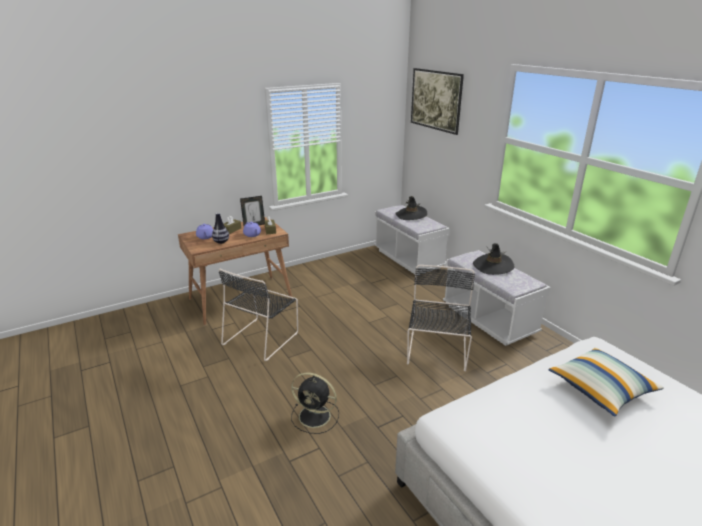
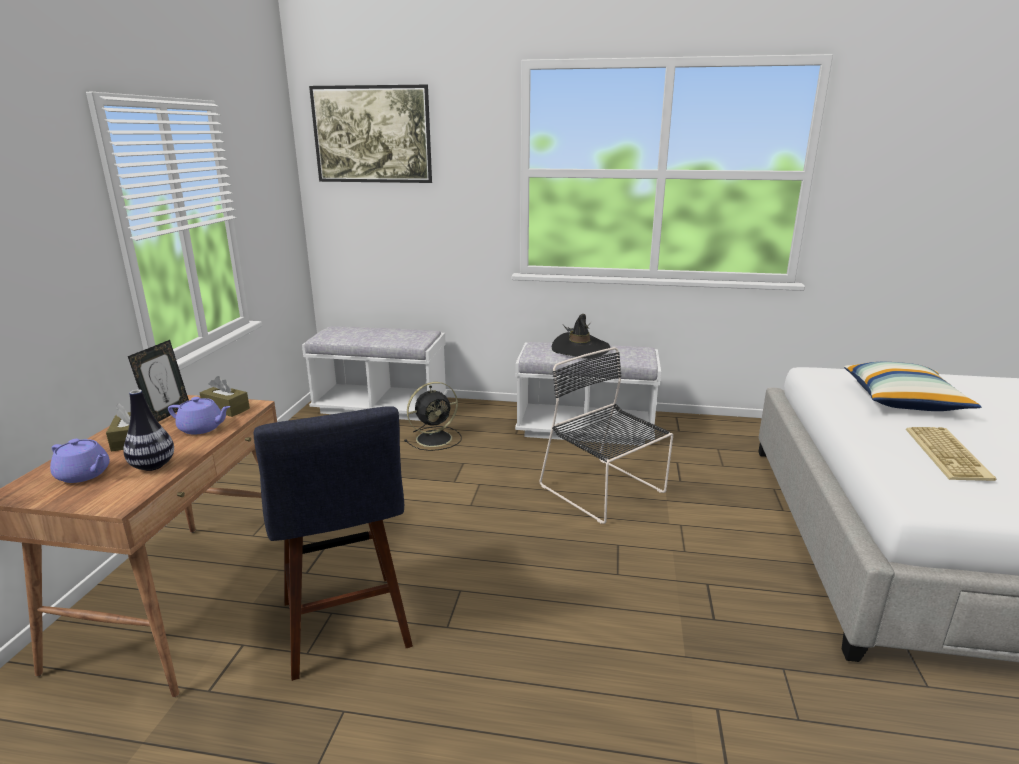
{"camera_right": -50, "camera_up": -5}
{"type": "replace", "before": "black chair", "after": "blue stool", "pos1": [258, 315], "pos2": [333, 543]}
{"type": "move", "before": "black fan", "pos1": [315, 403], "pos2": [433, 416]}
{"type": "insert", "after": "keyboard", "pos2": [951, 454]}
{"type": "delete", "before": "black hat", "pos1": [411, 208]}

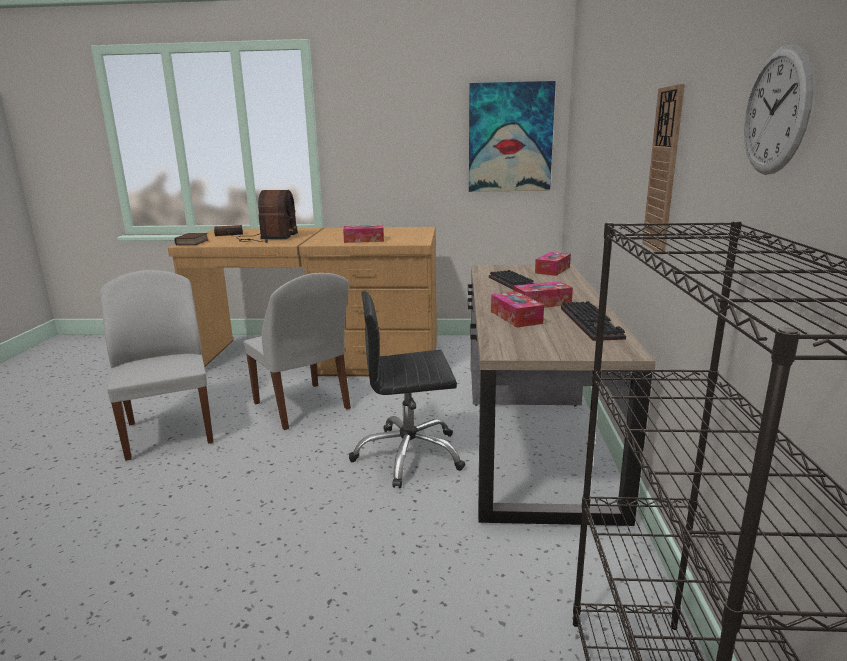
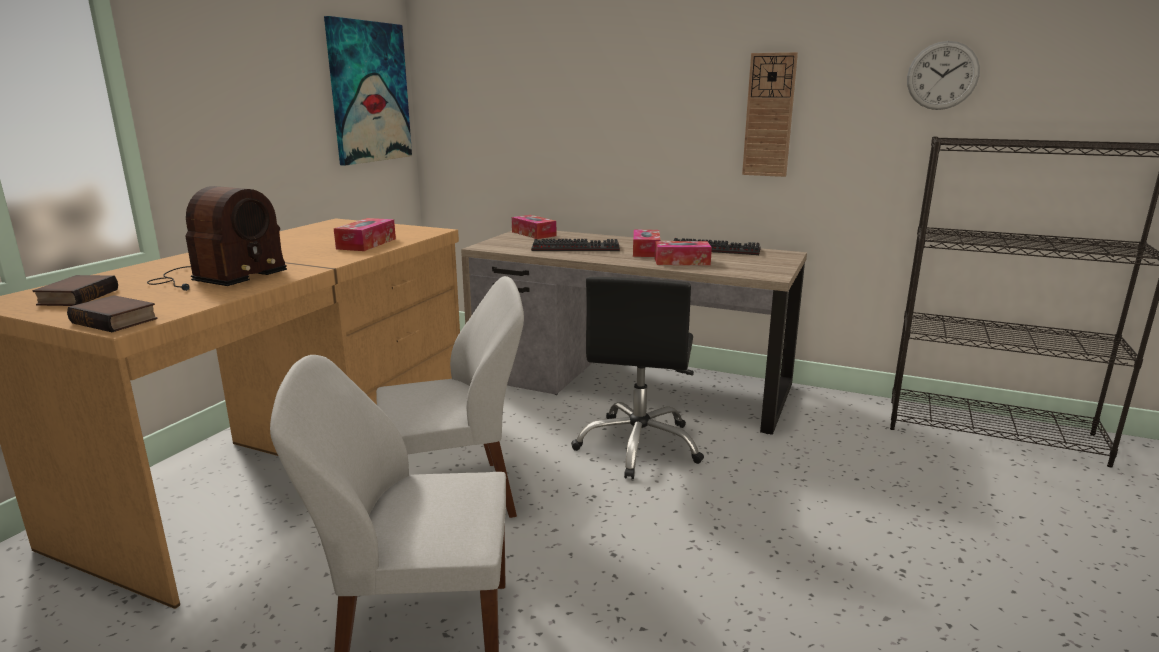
{"camera_right": -70, "camera_up": 0}
{"type": "rotate", "before": "radio", "pos1": [267, 216], "pos2": [217, 238], "turn": 90}

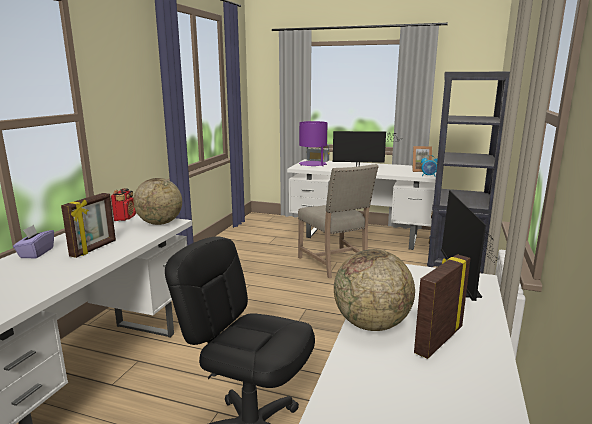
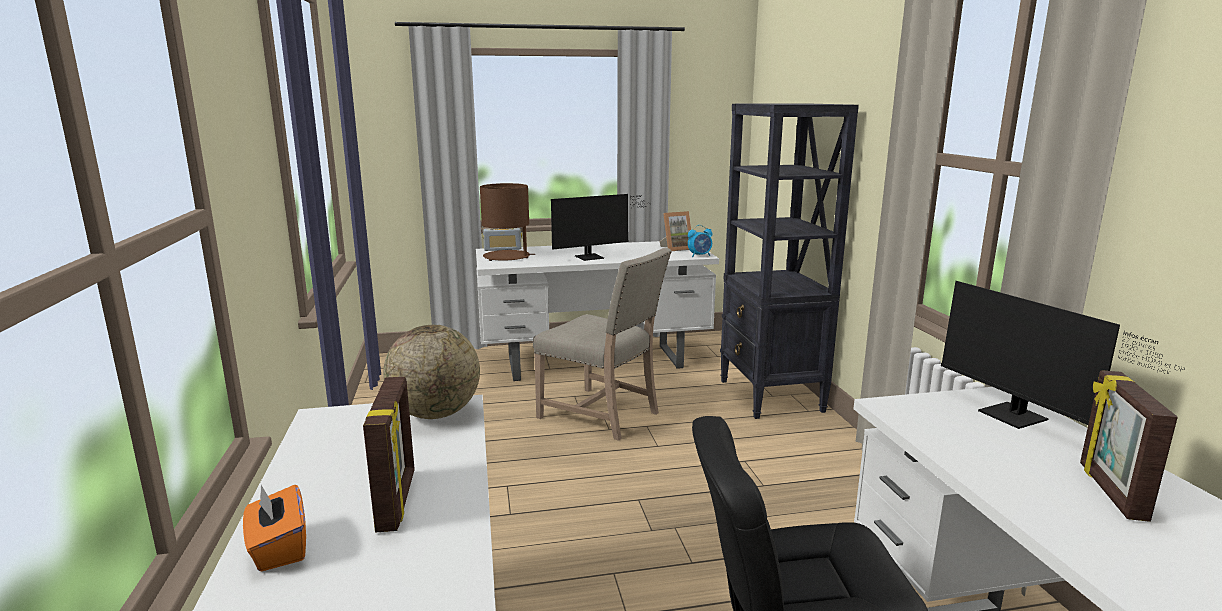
{"camera_right": -30, "camera_up": 0}
{"type": "recolor", "before": "purple tissue box", "after": "orange tissue box", "pos1": [33, 241], "pos2": [274, 528]}
{"type": "recolor", "before": "purple table lamp", "after": "brown table lamp", "pos1": [313, 143], "pos2": [507, 222]}
{"type": "delete", "before": "radio", "pos1": [123, 205]}
{"type": "delete", "before": "globe", "pos1": [374, 290]}

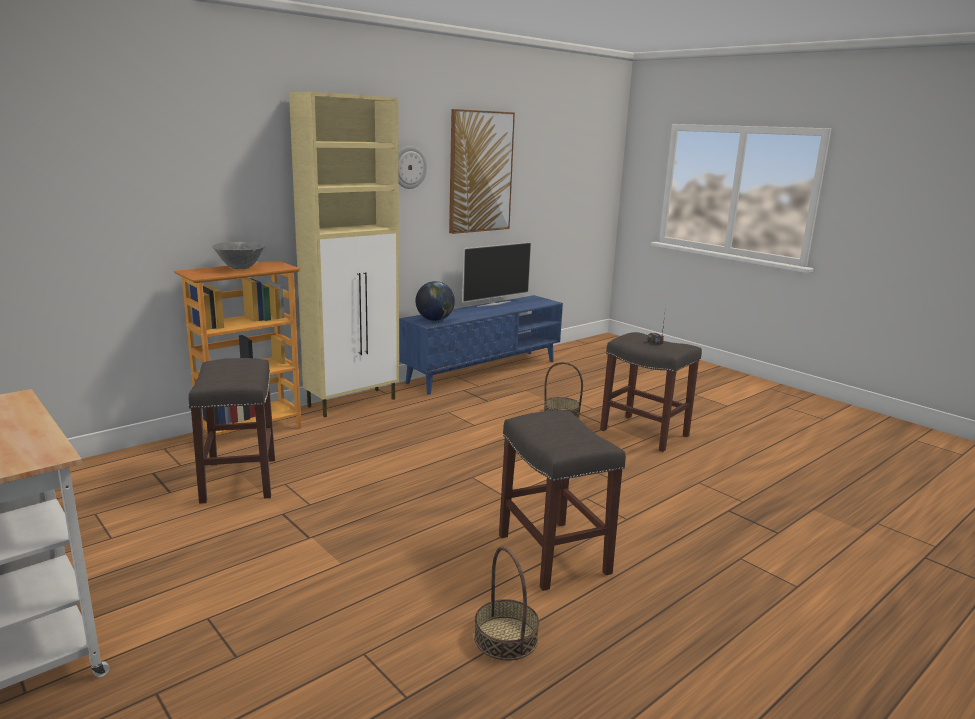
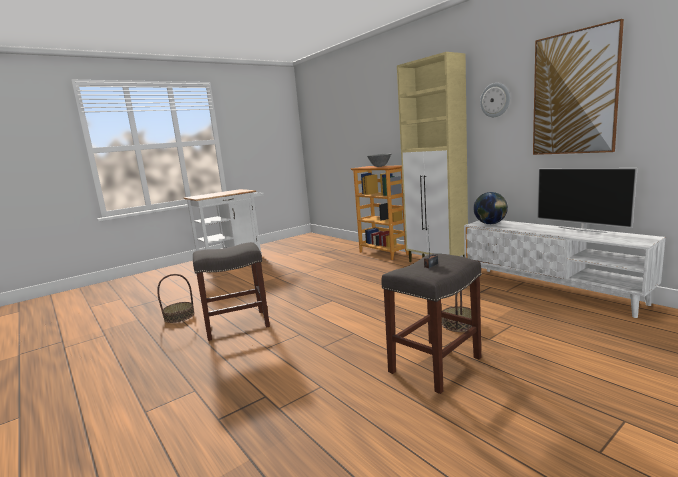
{"camera_right": 95, "camera_up": -5}
{"type": "recolor", "before": "blue tv stand", "after": "white tv stand", "pos1": [481, 344], "pos2": [565, 269]}
{"type": "delete", "before": "grey stool", "pos1": [231, 431]}

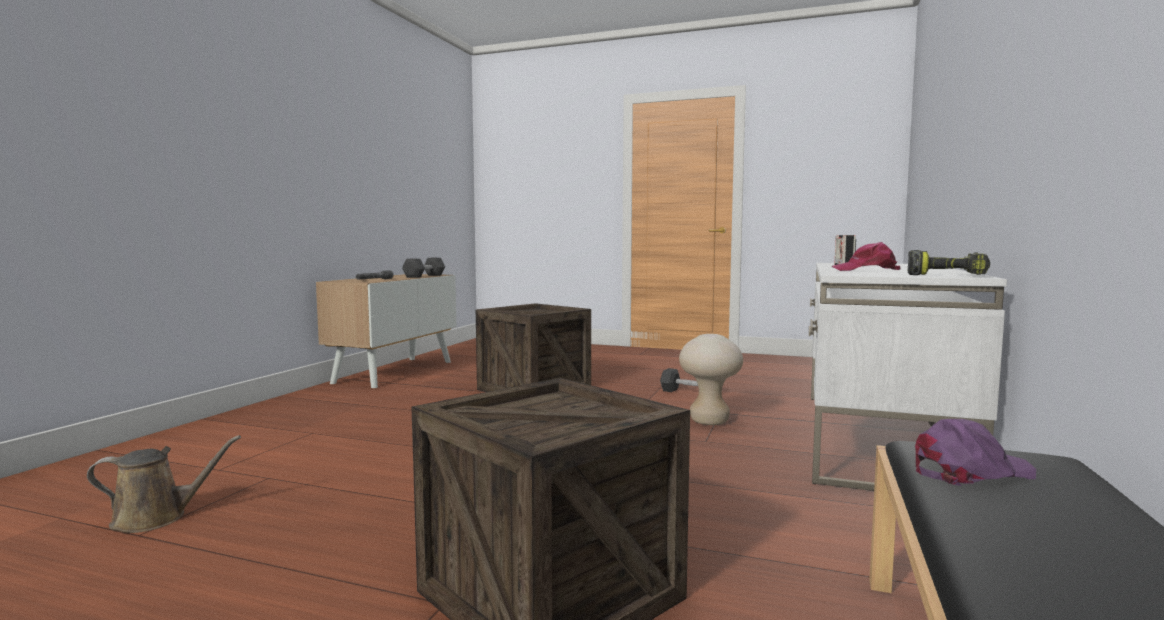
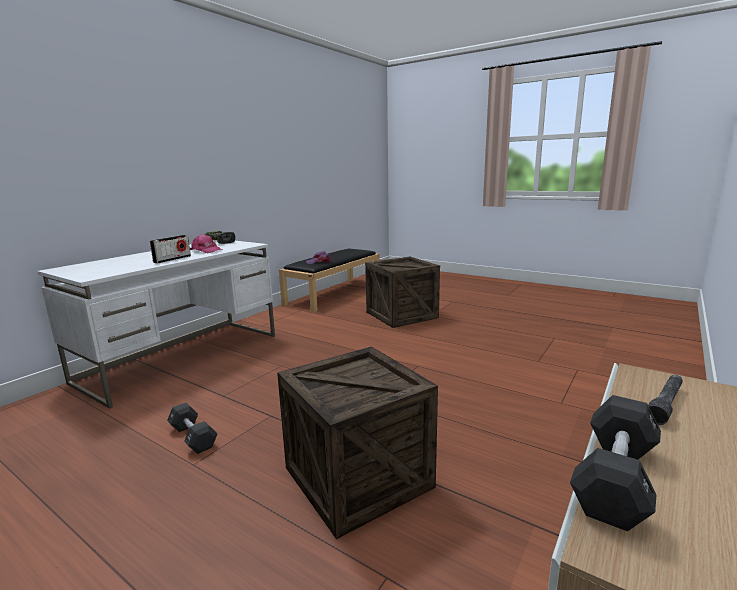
{"camera_right": -165, "camera_up": 10}
{"type": "delete", "before": "brown watering can", "pos1": [164, 484]}
{"type": "delete", "before": "beige stool", "pos1": [711, 379]}

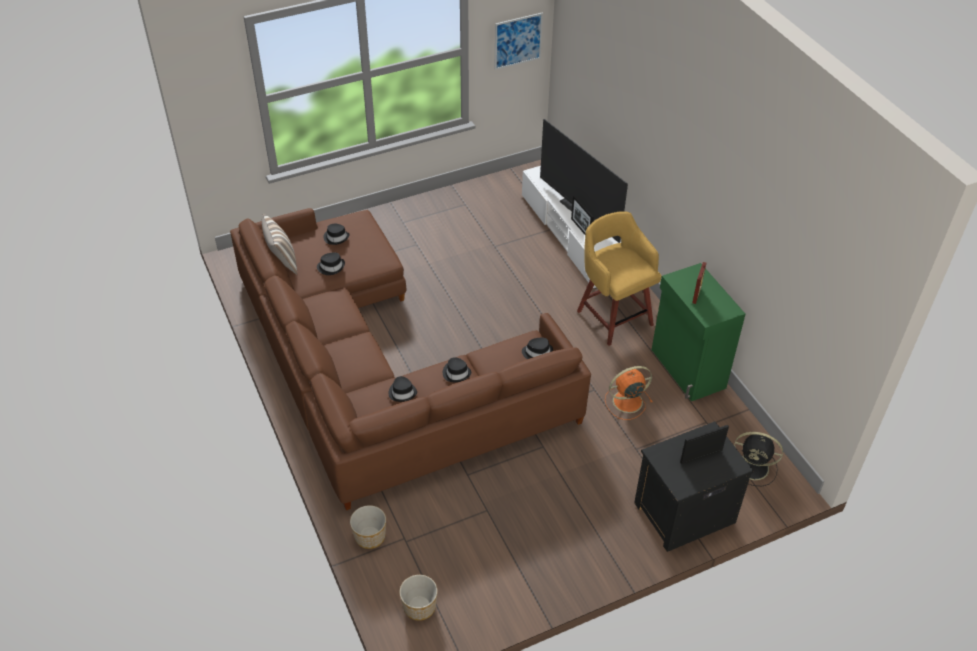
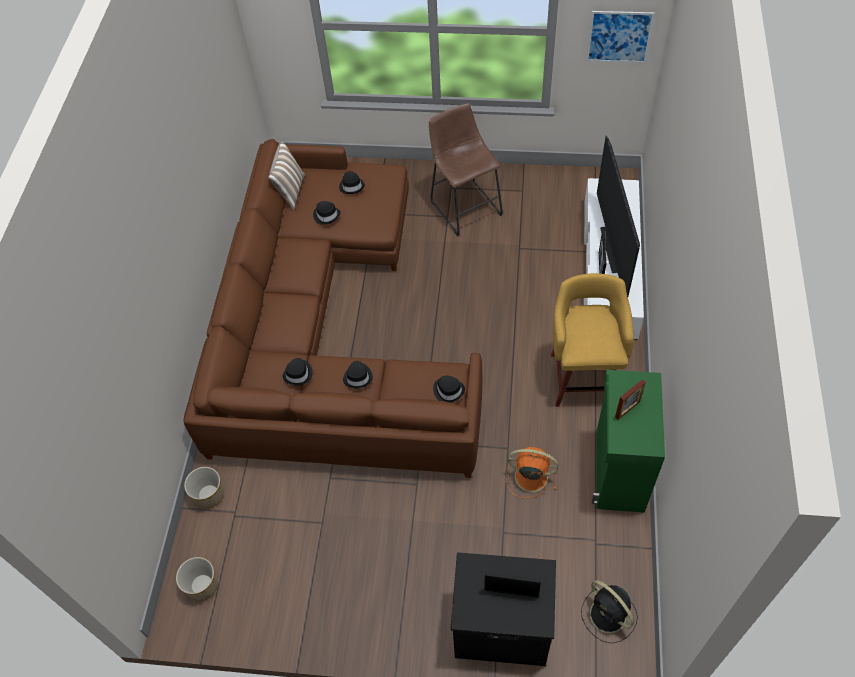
{"camera_right": 35, "camera_up": 10}
{"type": "insert", "after": "brown stool", "pos2": [466, 169]}

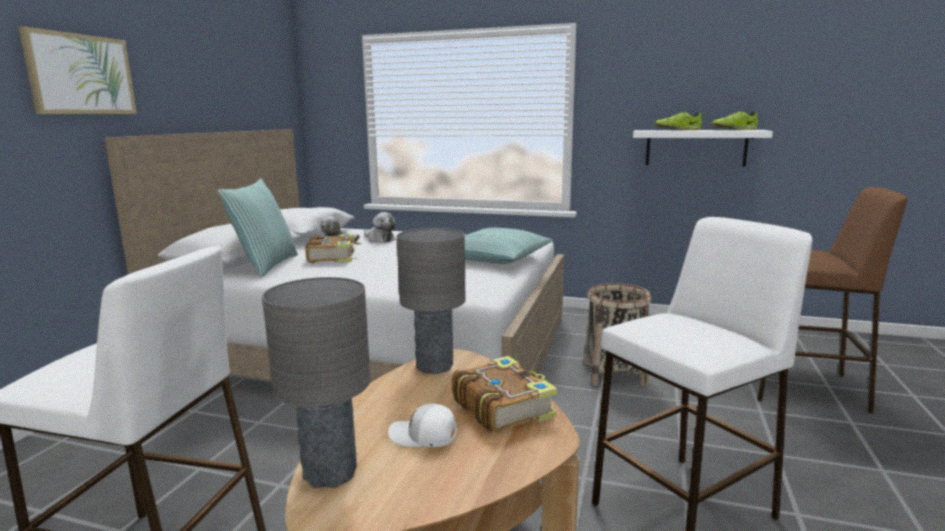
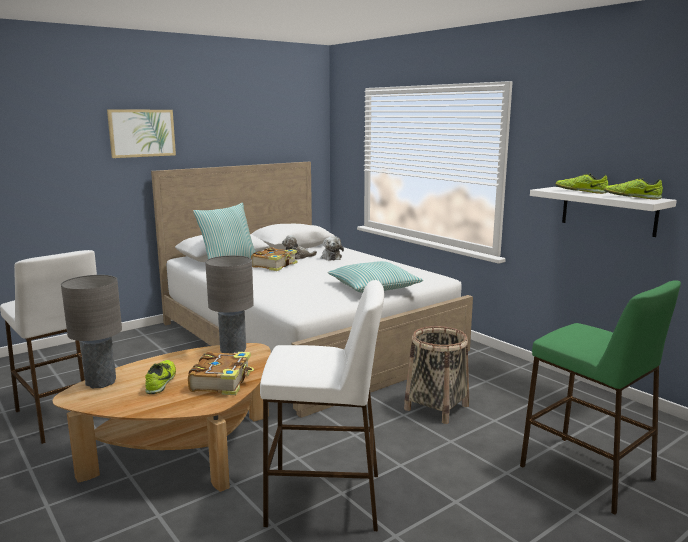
{"camera_right": 35, "camera_up": 0}
{"type": "replace", "before": "white cap", "after": "shoe", "pos1": [422, 425], "pos2": [160, 377]}
{"type": "recolor", "before": "brown stool", "after": "green stool", "pos1": [832, 300], "pos2": [600, 397]}

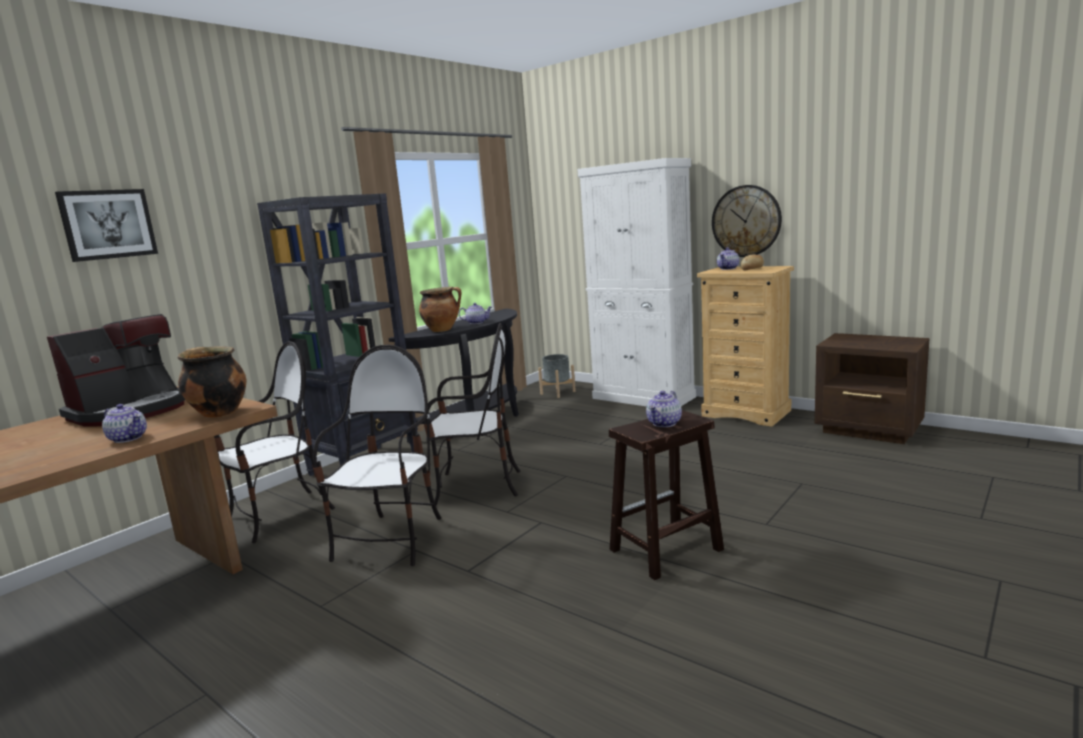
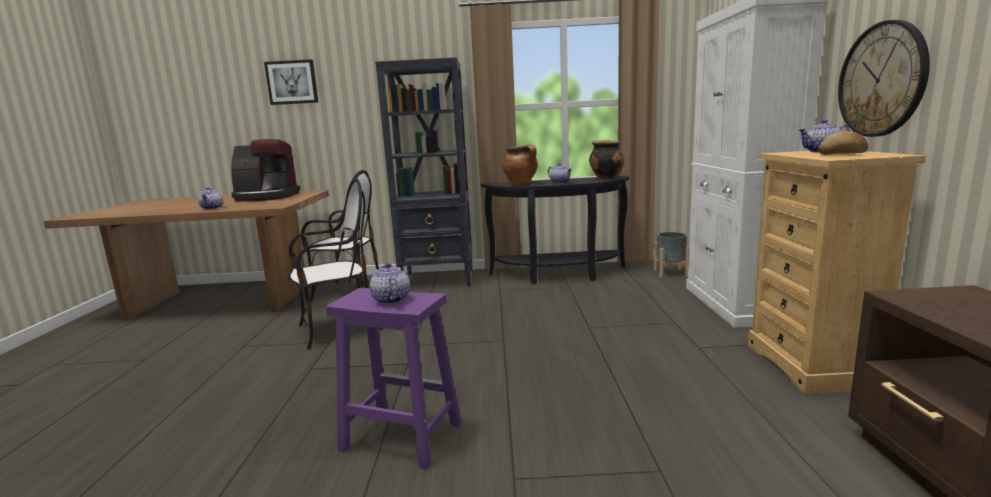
{"camera_right": 50, "camera_up": 0}
{"type": "recolor", "before": "brown stool", "after": "purple stool", "pos1": [666, 495], "pos2": [393, 379]}
{"type": "rotate", "before": "teapot", "pos1": [664, 409], "pos2": [390, 284], "turn": 75}
{"type": "move", "before": "cooking pot", "pos1": [212, 382], "pos2": [607, 160]}
{"type": "delete", "before": "chair", "pos1": [472, 414]}

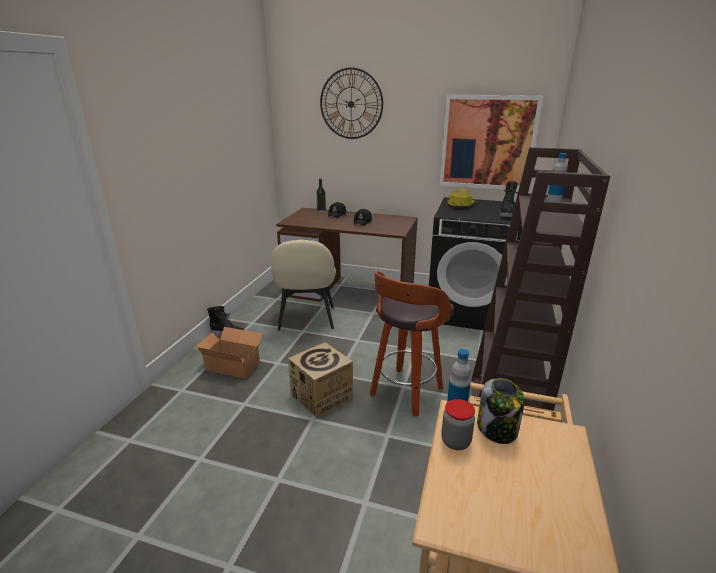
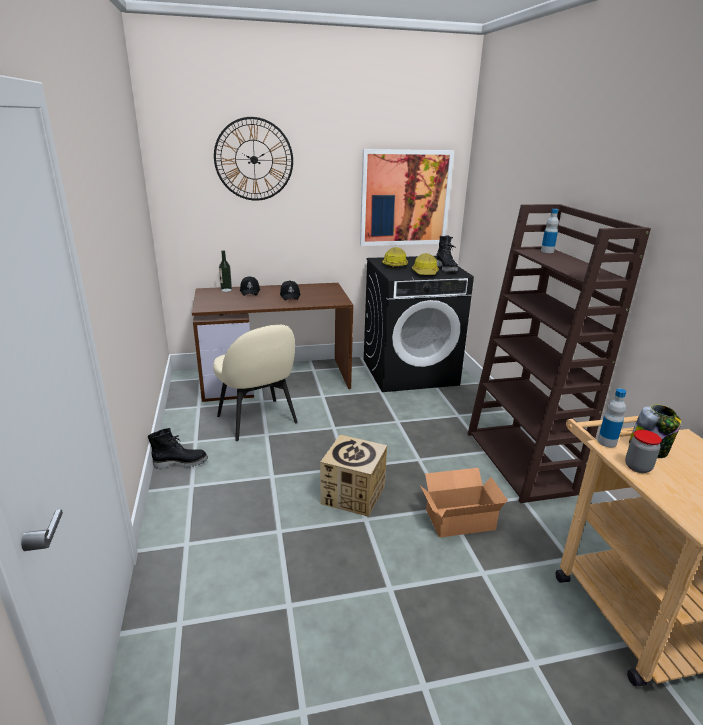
{"camera_right": -30, "camera_up": 0}
{"type": "insert", "after": "hard hat", "pos2": [425, 264]}
{"type": "move", "before": "cardboard box", "pos1": [228, 353], "pos2": [464, 503]}
{"type": "delete", "before": "stool", "pos1": [412, 344]}

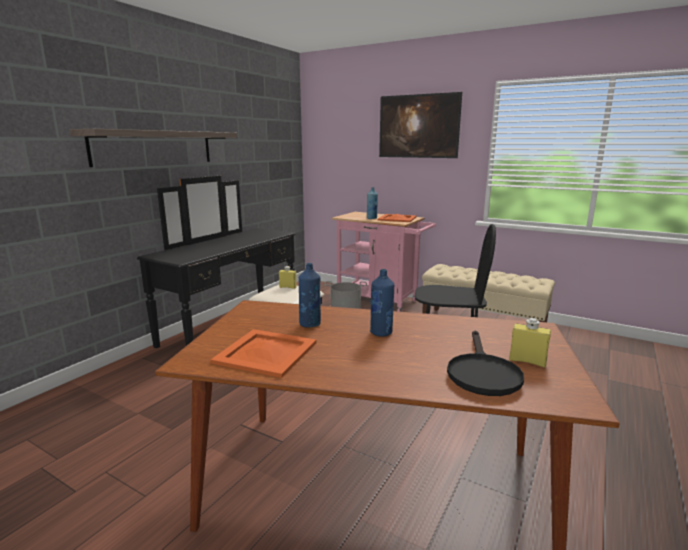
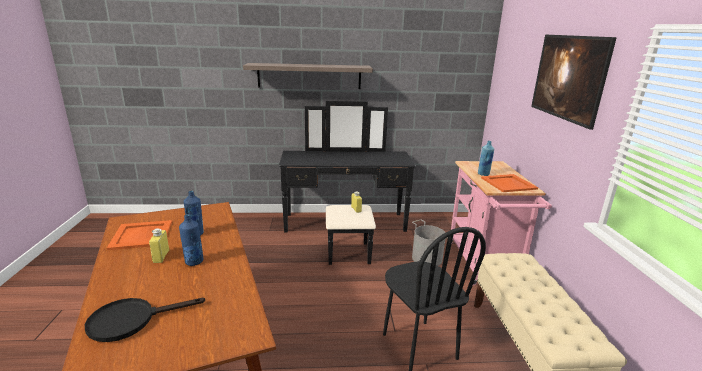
{"camera_right": 55, "camera_up": 5}
{"type": "move", "before": "yellow bottle", "pos1": [530, 343], "pos2": [159, 245]}

